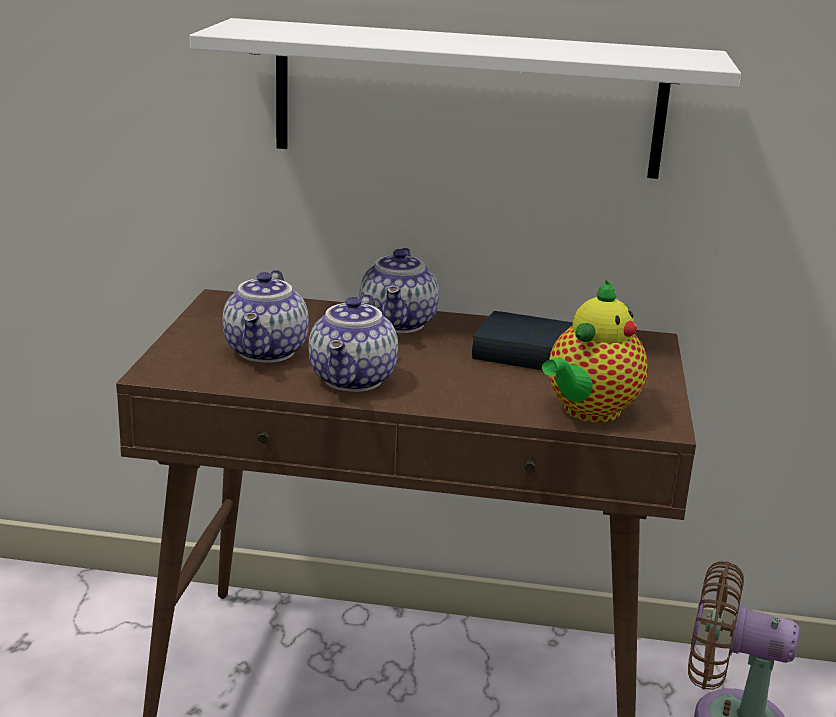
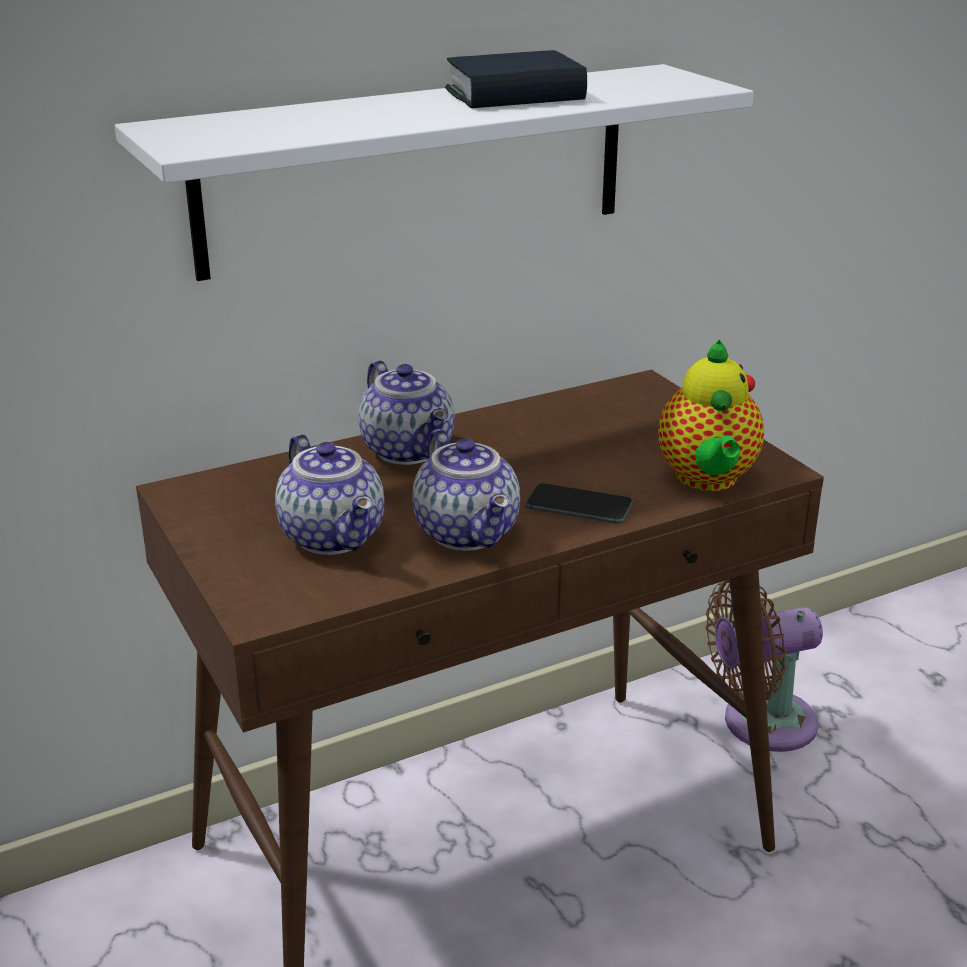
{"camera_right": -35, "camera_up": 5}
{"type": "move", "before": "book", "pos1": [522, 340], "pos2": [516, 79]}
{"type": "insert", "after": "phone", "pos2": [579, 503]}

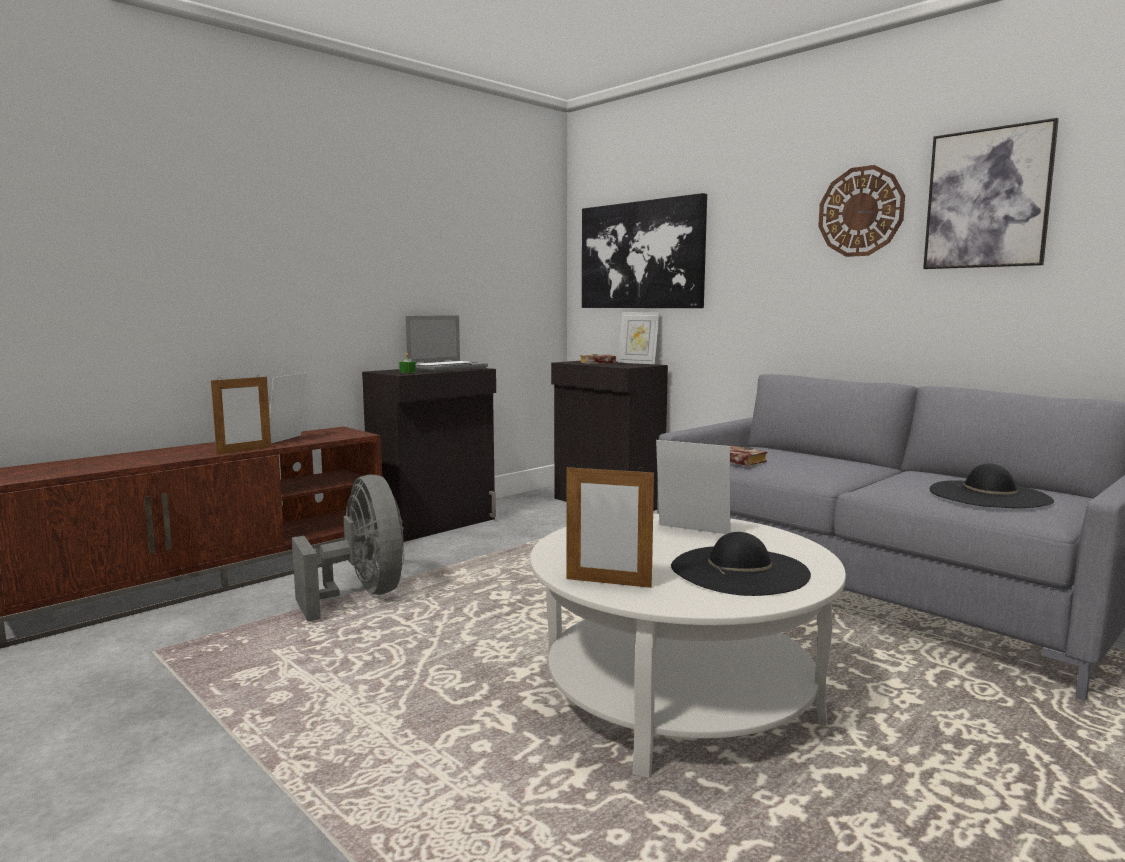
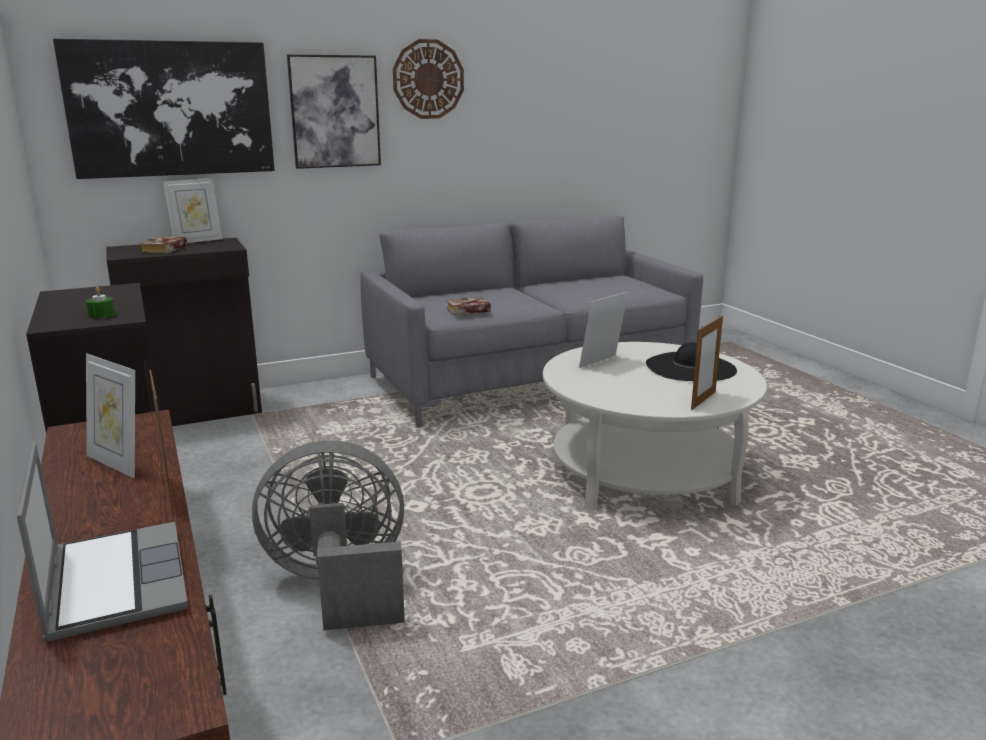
{"camera_right": -70, "camera_up": 10}
{"type": "move", "before": "laptop", "pos1": [446, 343], "pos2": [102, 541]}
{"type": "move", "before": "picture", "pos1": [991, 193], "pos2": [334, 111]}
{"type": "delete", "before": "black hat", "pos1": [992, 485]}

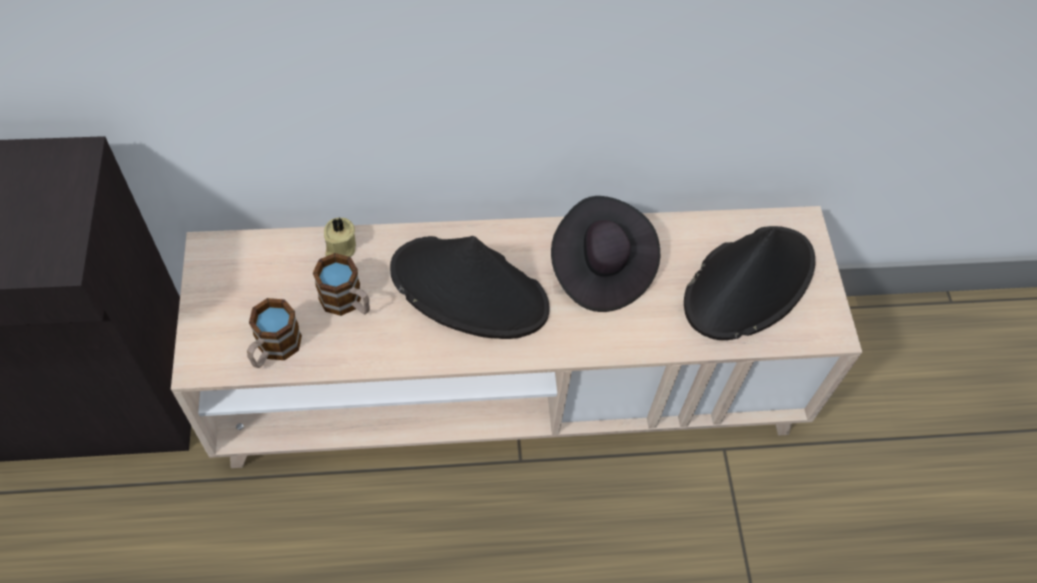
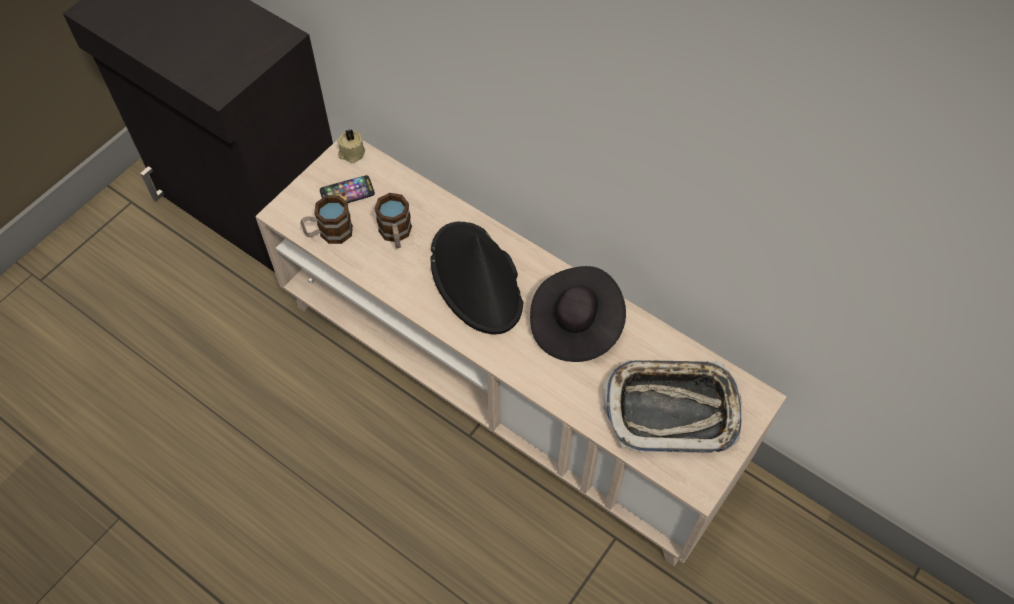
{"camera_right": 45, "camera_up": 0}
{"type": "insert", "after": "phone", "pos2": [347, 189]}
{"type": "move", "before": "beige candle", "pos1": [340, 237], "pos2": [351, 146]}
{"type": "replace", "before": "black hat", "after": "tray", "pos1": [749, 283], "pos2": [672, 406]}

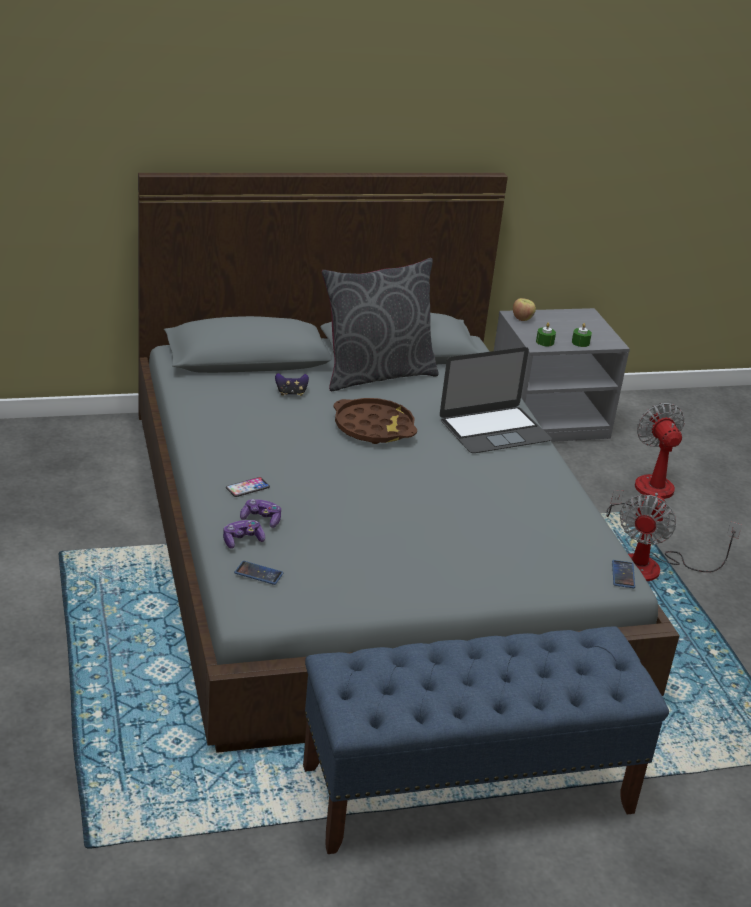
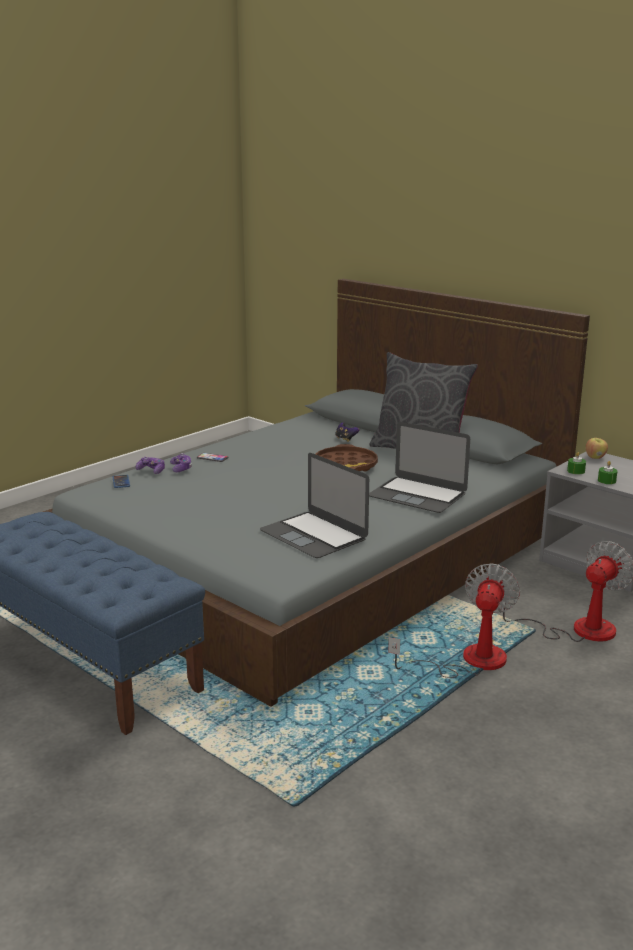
{"camera_right": 60, "camera_up": -10}
{"type": "insert", "after": "laptop", "pos2": [314, 505]}
{"type": "rotate", "before": "fan", "pos1": [680, 537], "pos2": [454, 620], "turn": 120}
{"type": "delete", "before": "phone", "pos1": [623, 574]}

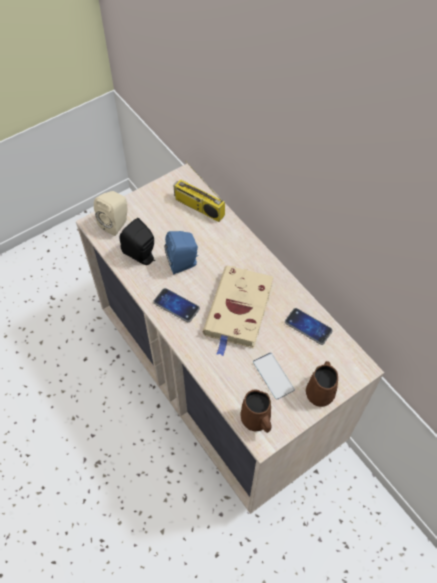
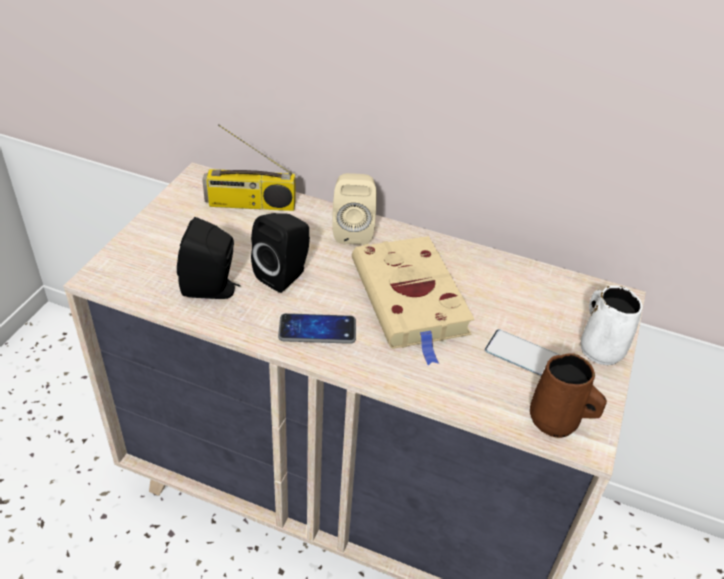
{"camera_right": -35, "camera_up": -15}
{"type": "recolor", "before": "blue speaker", "after": "black speaker", "pos1": [181, 252], "pos2": [280, 253]}
{"type": "move", "before": "beige speaker", "pos1": [110, 213], "pos2": [354, 209]}
{"type": "recolor", "before": "brown mug", "after": "white mug", "pos1": [322, 384], "pos2": [612, 325]}
{"type": "delete", "before": "phone", "pos1": [309, 326]}

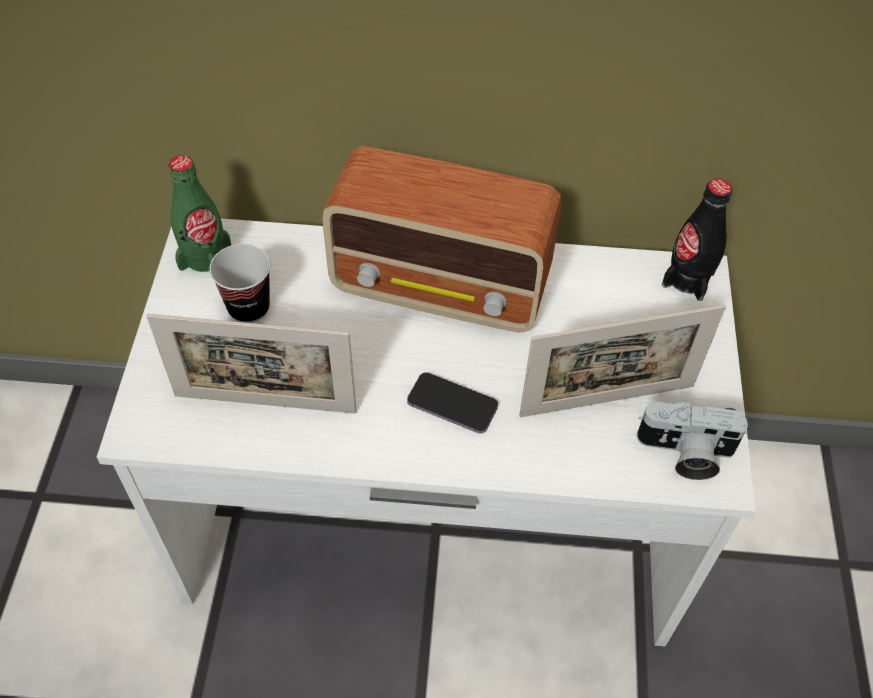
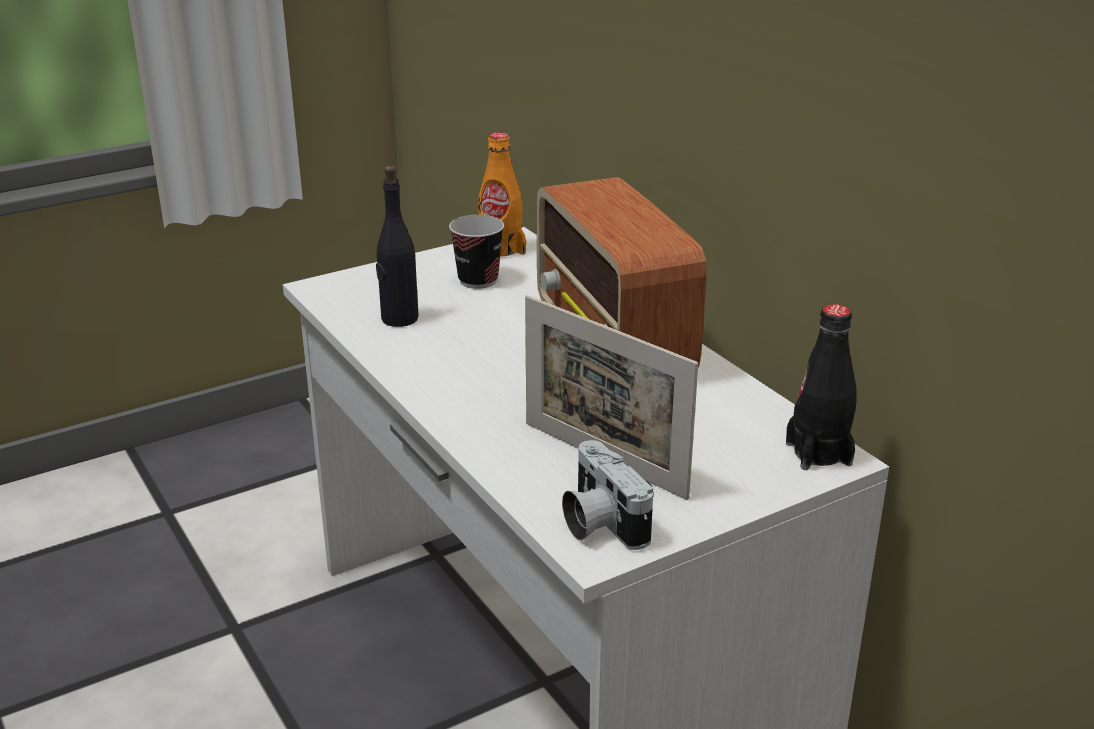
{"camera_right": 55, "camera_up": -25}
{"type": "replace", "before": "picture frame", "after": "black bottle", "pos1": [251, 364], "pos2": [397, 246]}
{"type": "recolor", "before": "green bottle", "after": "orange bottle", "pos1": [200, 213], "pos2": [502, 194]}
{"type": "delete", "before": "phone", "pos1": [452, 402]}

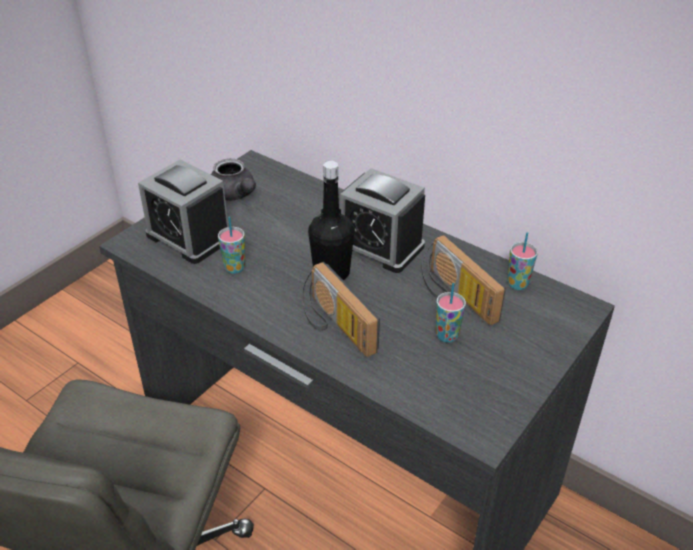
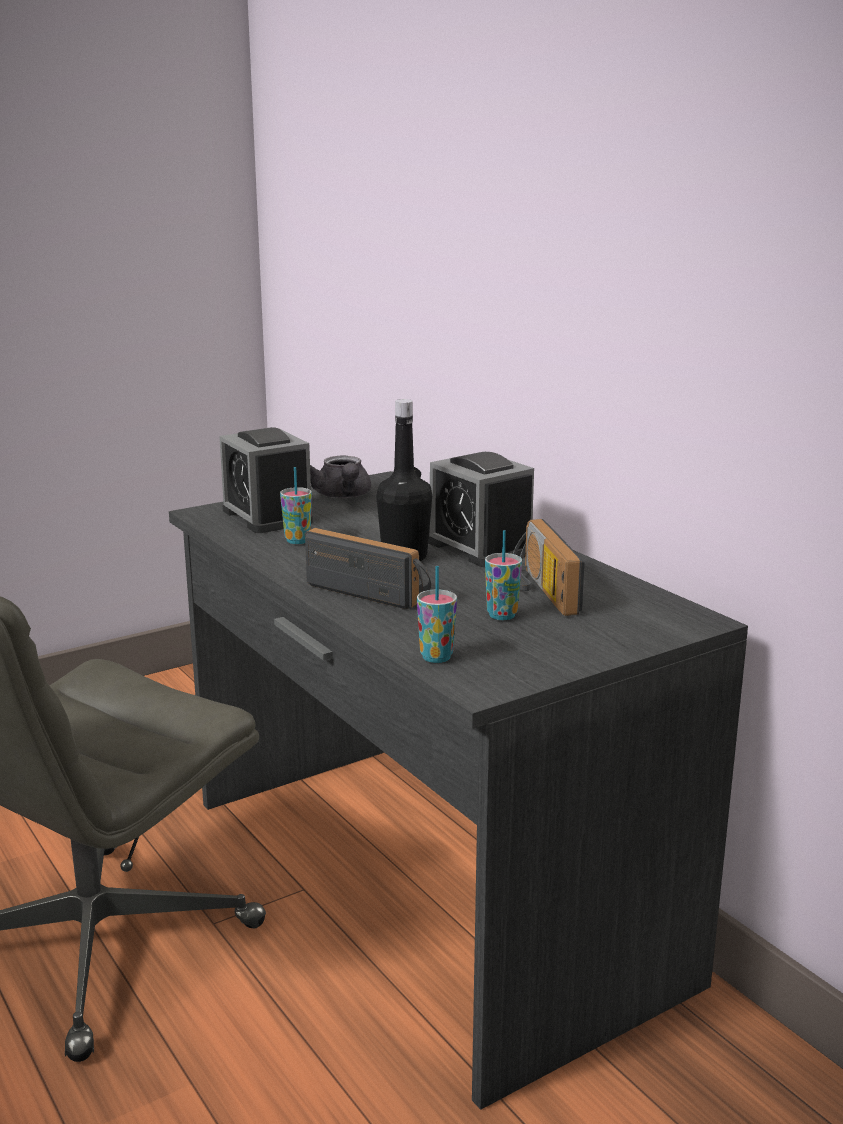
{"camera_right": 20, "camera_up": -20}
{"type": "rotate", "before": "radio", "pos1": [341, 309], "pos2": [368, 568], "turn": 135}
{"type": "move", "before": "cup", "pos1": [522, 261], "pos2": [437, 614]}

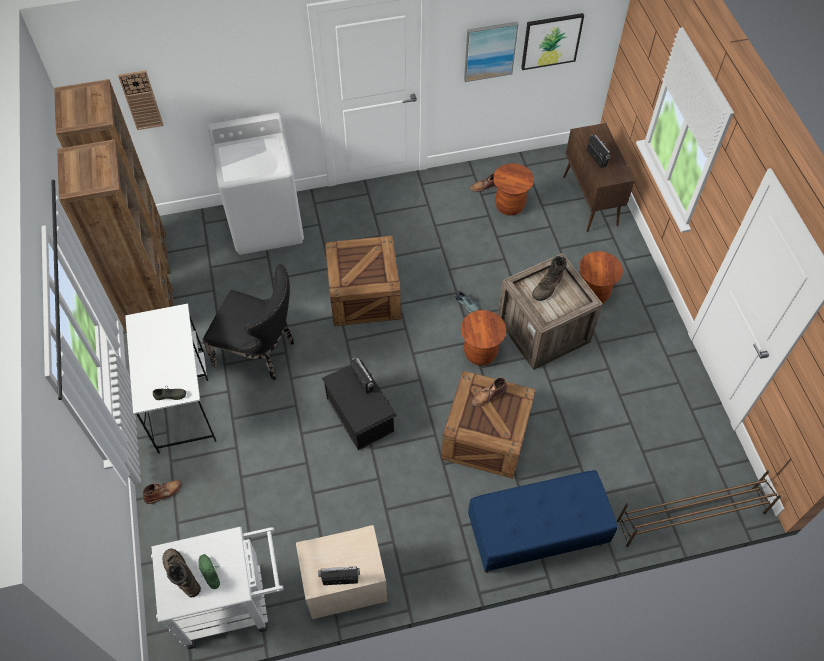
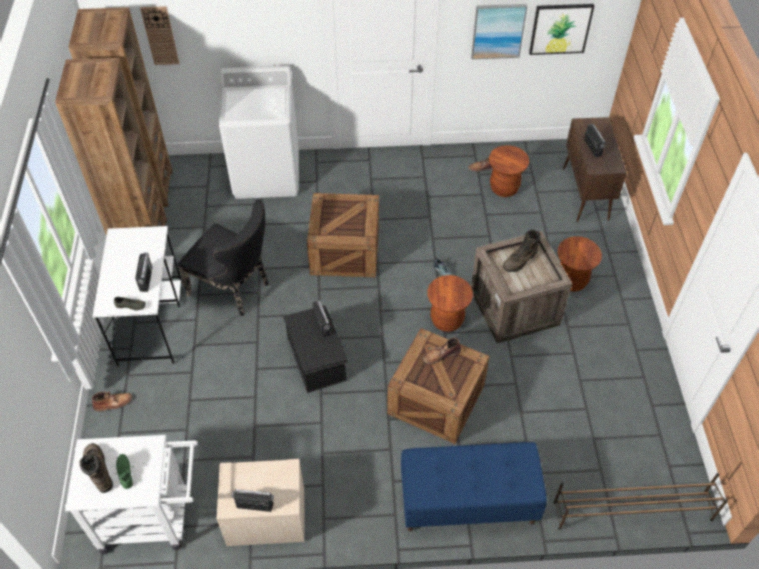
{"camera_right": 10, "camera_up": -5}
{"type": "insert", "after": "radio", "pos2": [143, 272]}

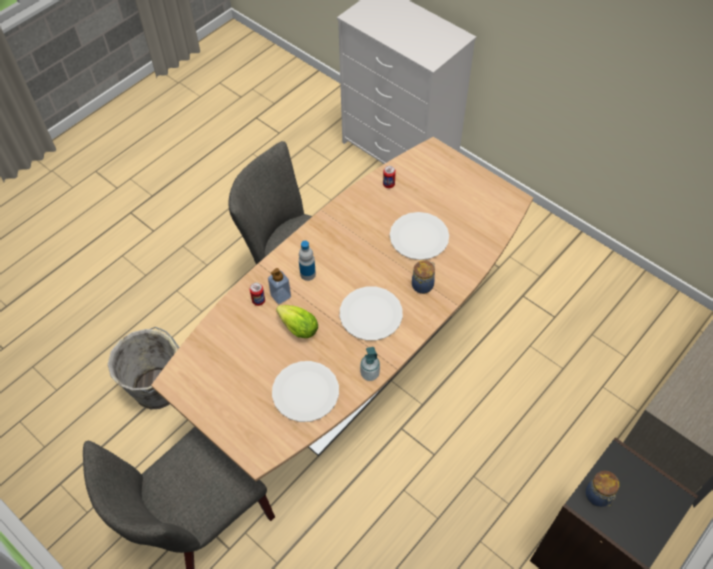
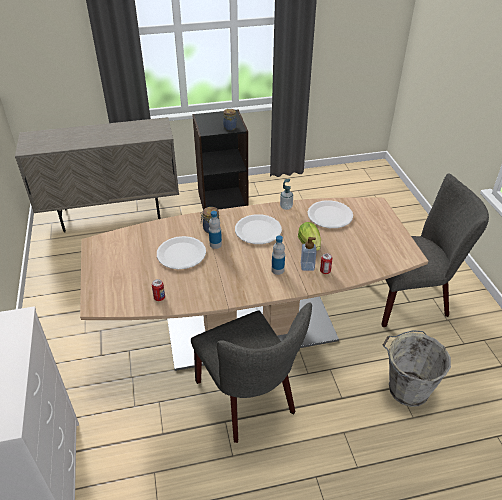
{"camera_right": -145, "camera_up": -15}
{"type": "insert", "after": "bottle", "pos2": [215, 230]}

